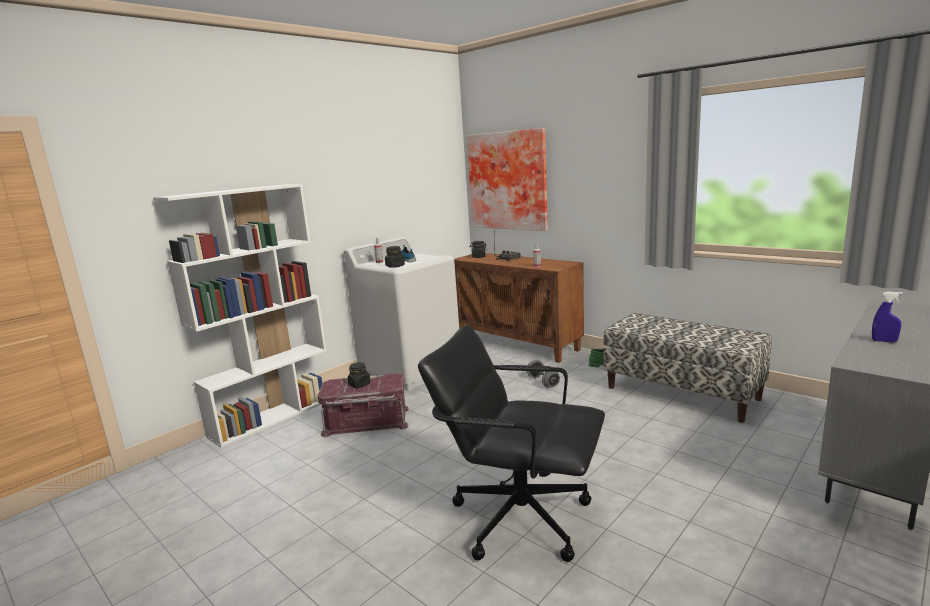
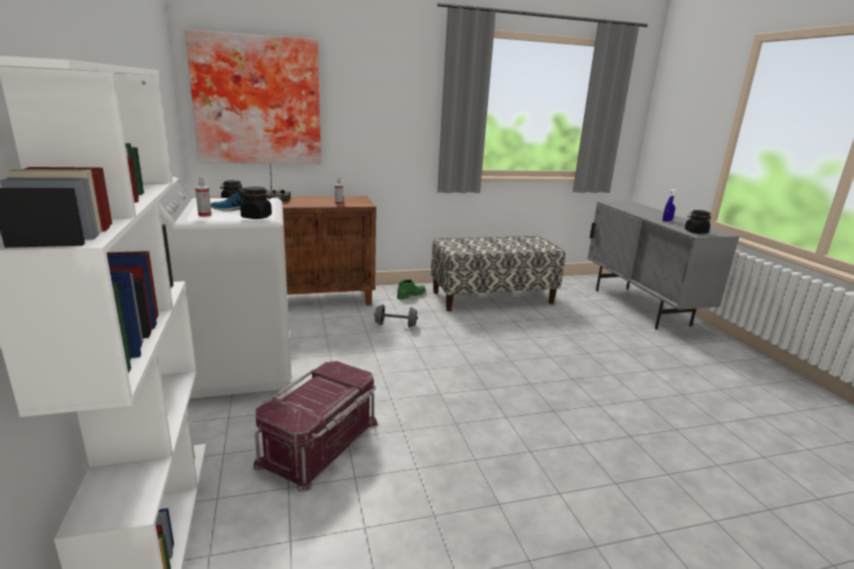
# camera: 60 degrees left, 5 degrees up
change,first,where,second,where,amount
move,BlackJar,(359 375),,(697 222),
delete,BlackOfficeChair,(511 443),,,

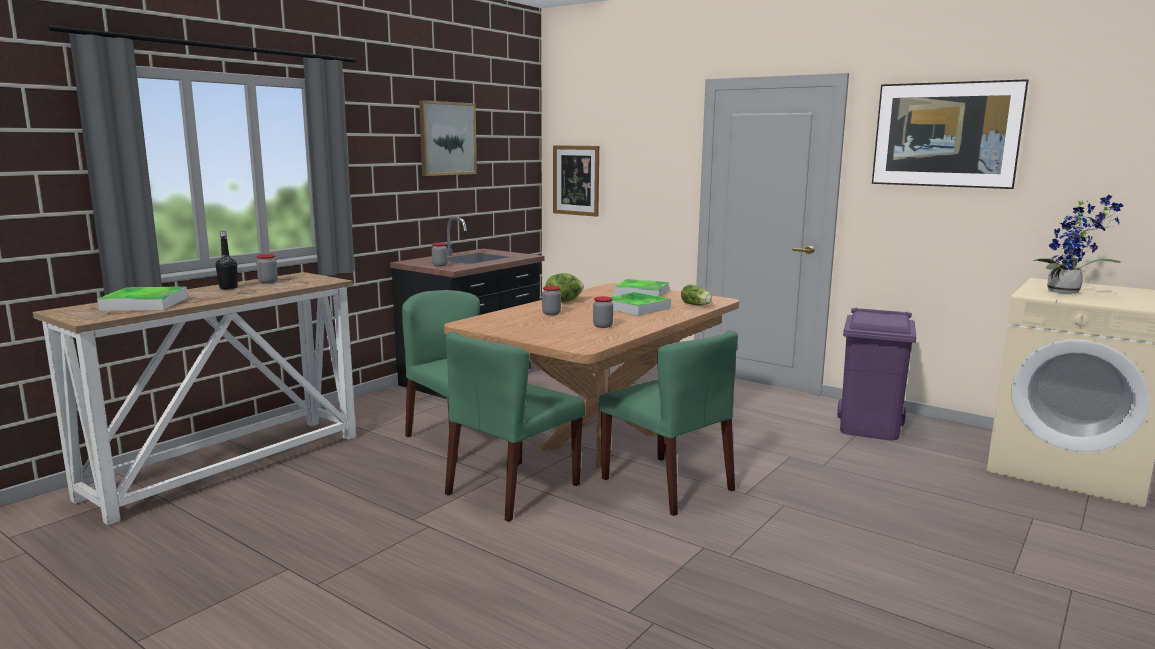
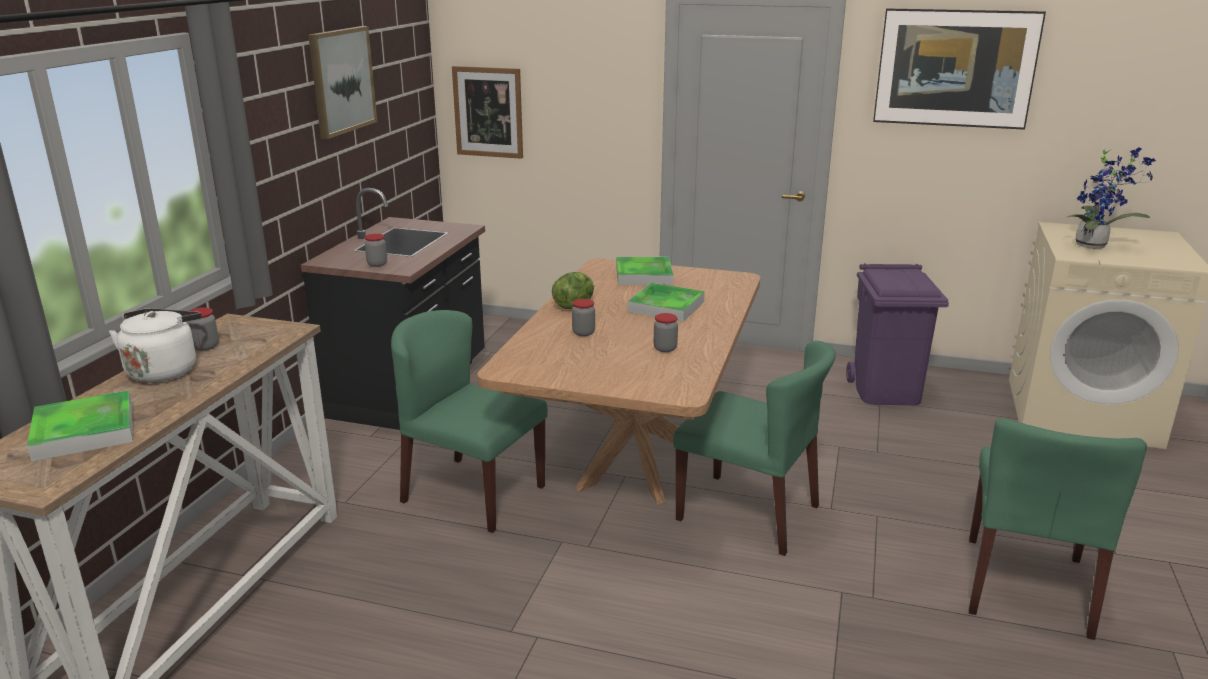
# camera: 20 degrees left, 10 degrees up
change,first,where,second,where,amount
replace,BlackBottle,(226 259),WhiteKettle,(155 345),
move,GreenChair,(515 427),,(1058 529),
delete,Lettuce,(696 295),,,

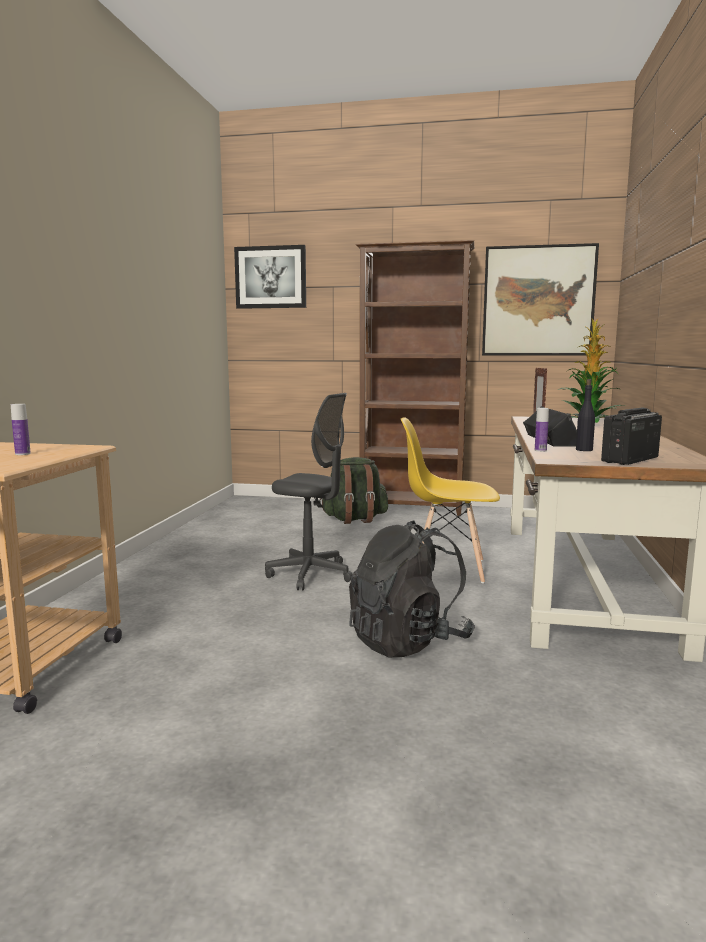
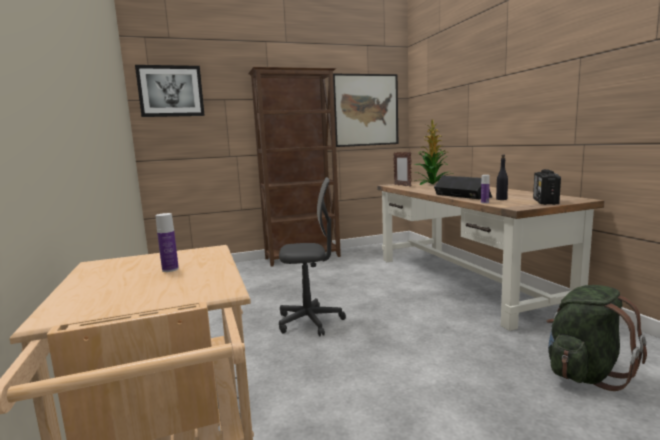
# camera: 30 degrees left, 0 degrees up
change,first,where,second,where,amount
move,GreenBackpack,(354 490),,(597 338),
delete,BlackBackpack,(412 589),,,
delete,YellowChair,(450 500),,,

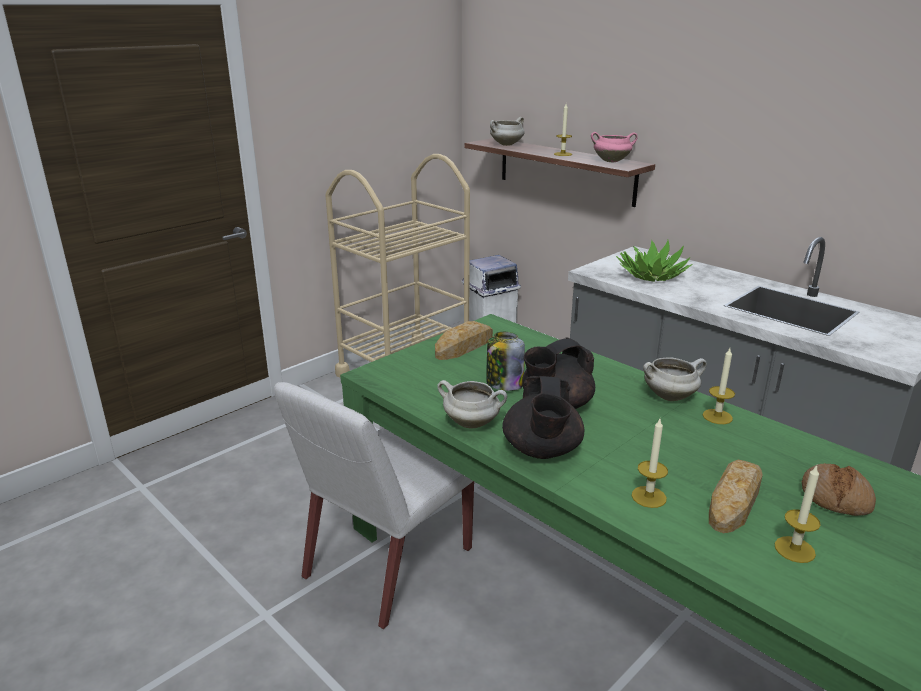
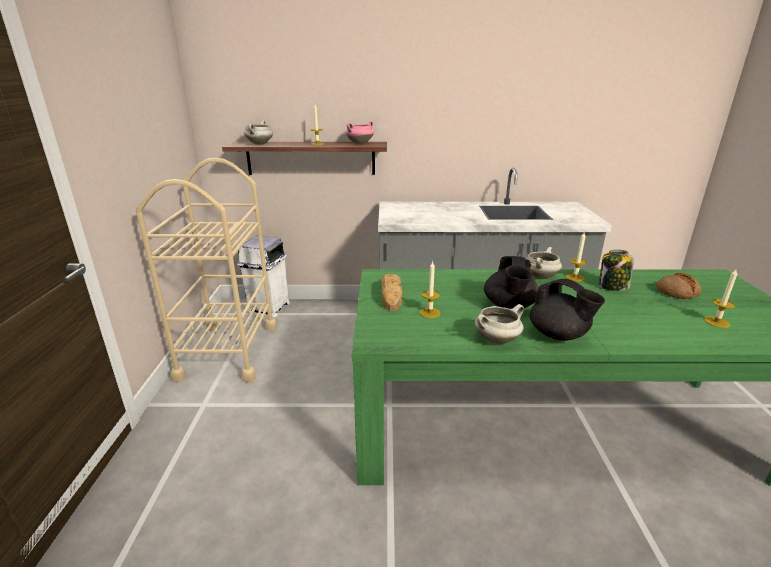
# camera: 45 degrees left, 0 degrees up
change,first,where,second,where,amount
move,Candle,(650 463),,(430 289),
move,Jar,(505 361),,(616 270),
delete,WhiteChair,(374 505),,,
delete,PottedPlant,(654 261),,,
delete,Bread,(736 496),,,

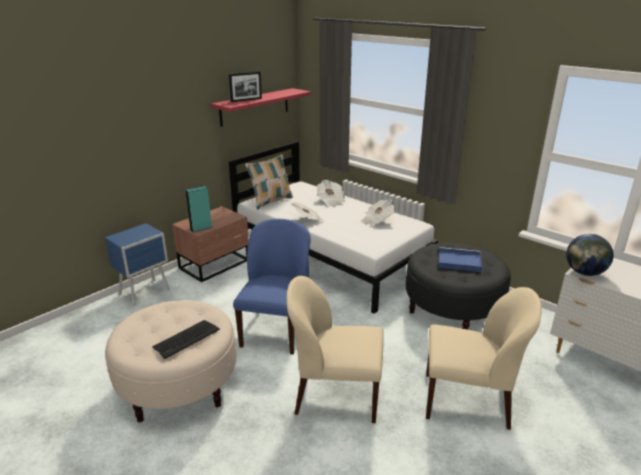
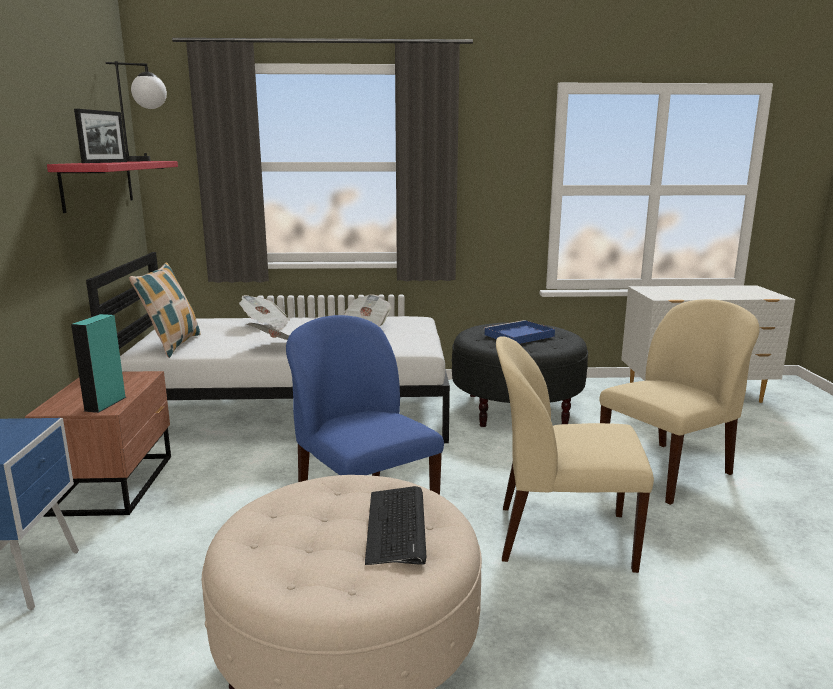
# camera: 45 degrees left, 10 degrees down
change,first,where,second,where,amount
insert,,,TableLamp,(136 111),
rotate,BeigeChair,(335 349),,(575 454),45 degrees clockwise
delete,Globe,(590 255),,,

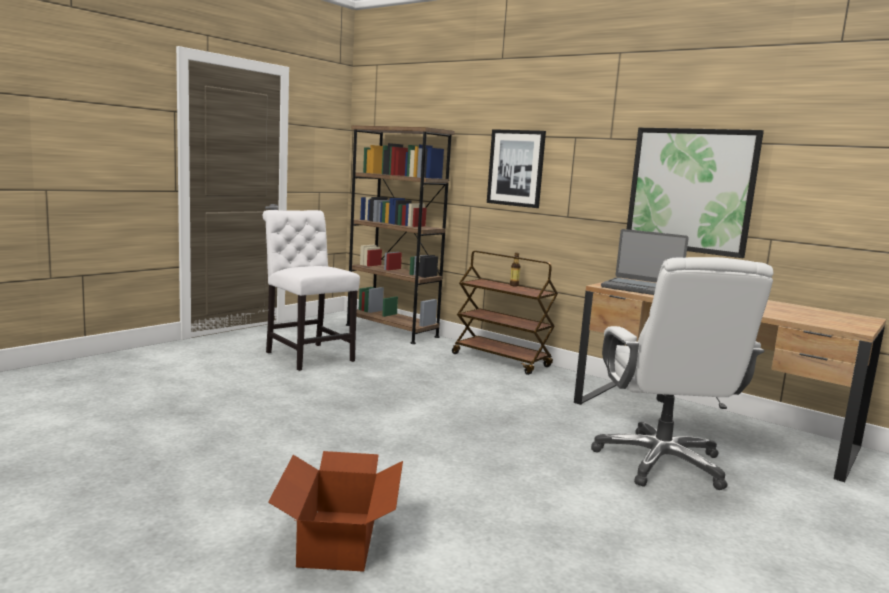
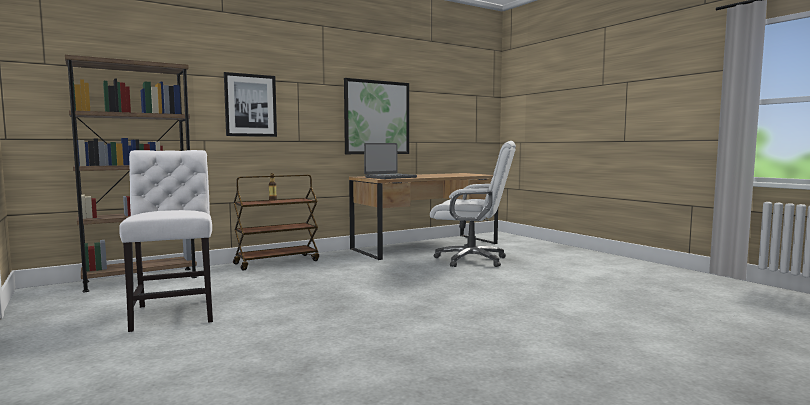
# camera: 70 degrees left, 5 degrees down
change,first,where,second,where,amount
rotate,WhiteChair,(311 290),,(166 241),90 degrees clockwise
delete,CardboardBox,(335 511),,,

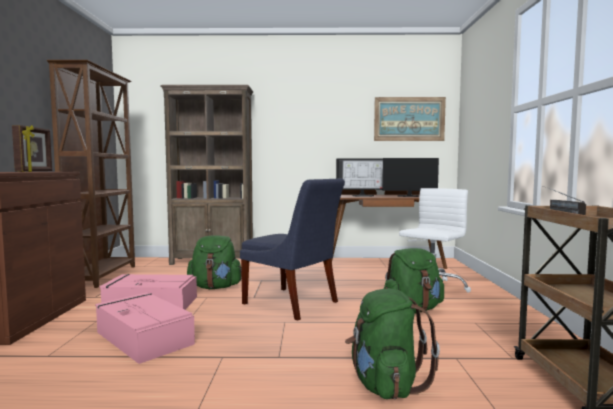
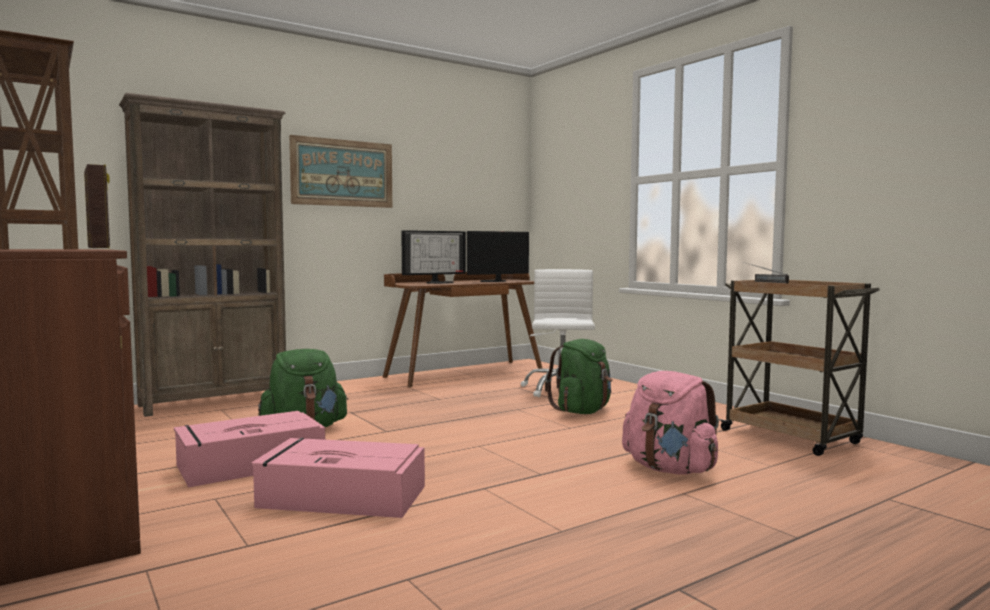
# camera: 35 degrees left, 0 degrees up
change,first,where,second,where,amount
move,Picture,(410 119),,(340 171),
recolor,GreenBackpack,(392 344),PinkBackpack,(670 423),
delete,BlueChair,(292 249),,,

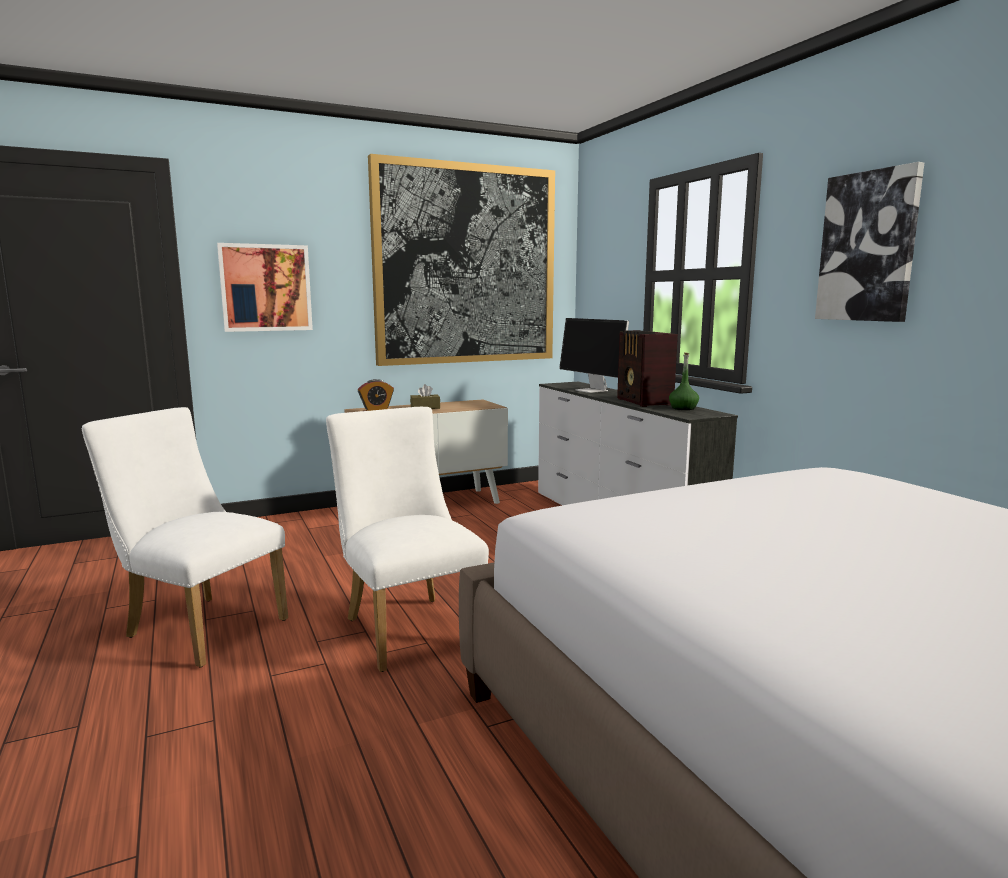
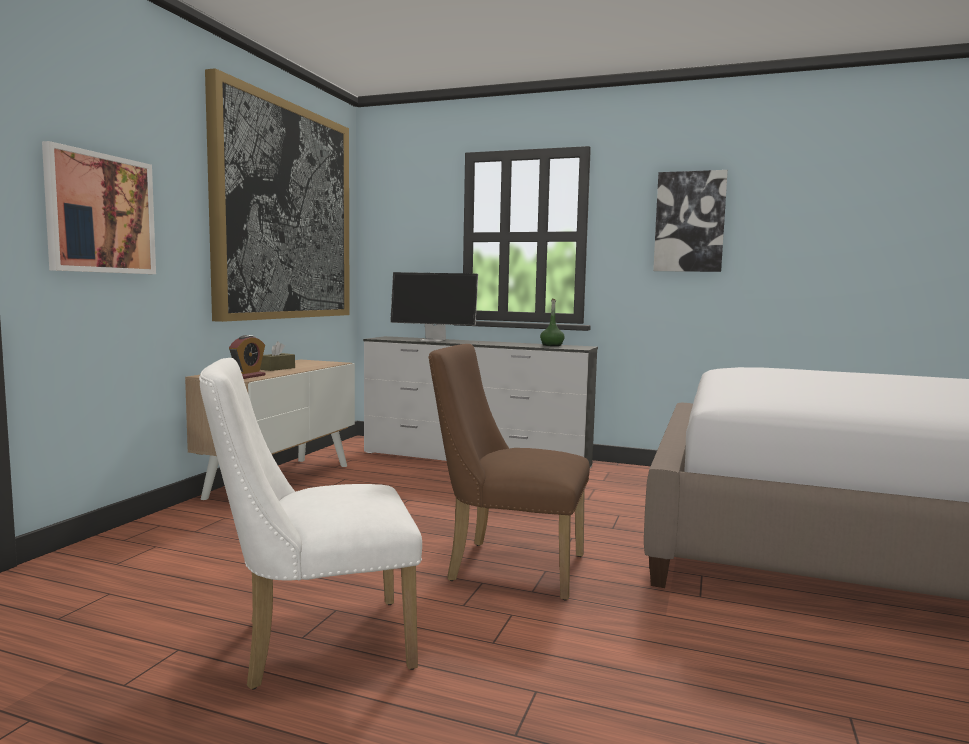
# camera: 45 degrees left, 5 degrees down
change,first,where,second,where,amount
recolor,WhiteChair,(407 539),BrownChair,(509 472),
delete,Radio,(647 368),,,

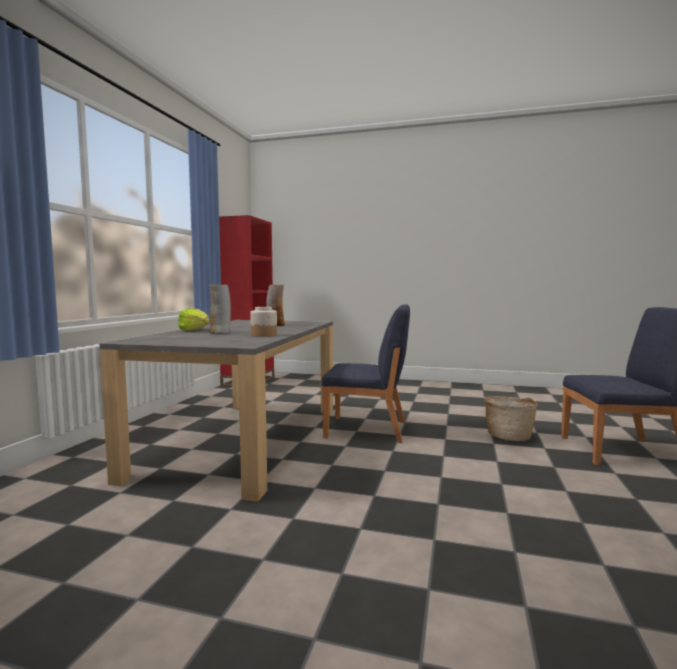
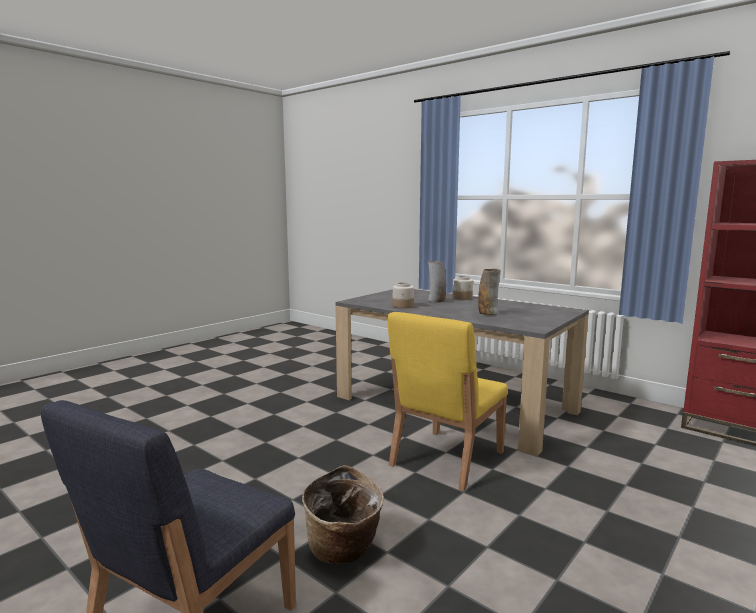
# camera: 115 degrees right, 5 degrees up
change,first,where,second,where,amount
recolor,BlueChair,(366 373),YellowChair,(447 401),
replace,Lettuce,(194 319),Jar,(463 288),

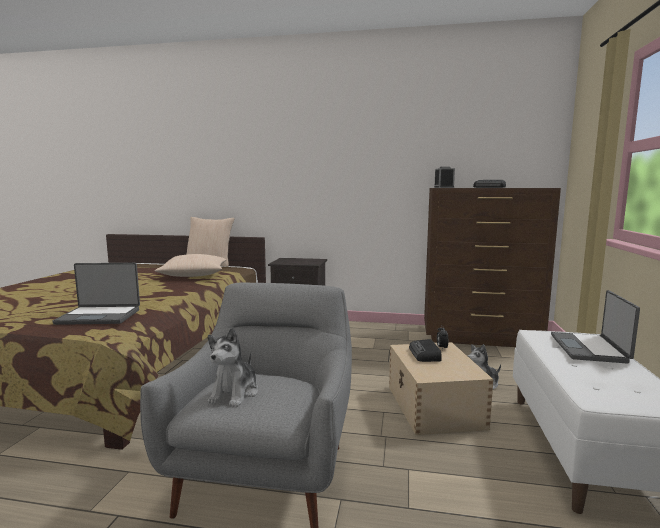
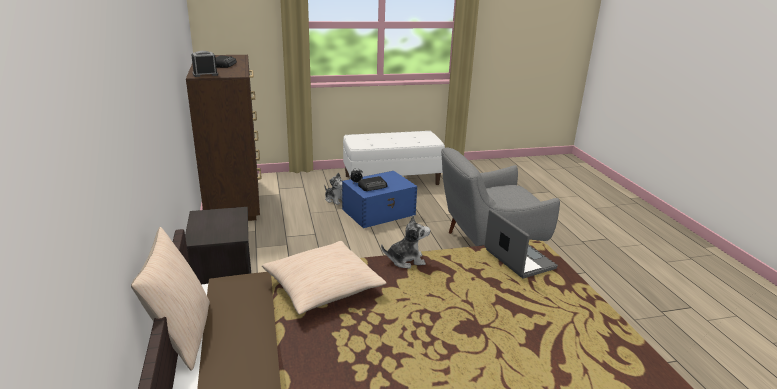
# camera: 115 degrees left, 15 degrees up
change,first,where,second,where,amount
recolor,BeigeStorageBox,(441 388),BlueStorageBox,(379 199),
move,PlushToy,(233 367),,(405 242),
delete,Laptop,(595 327),,,

